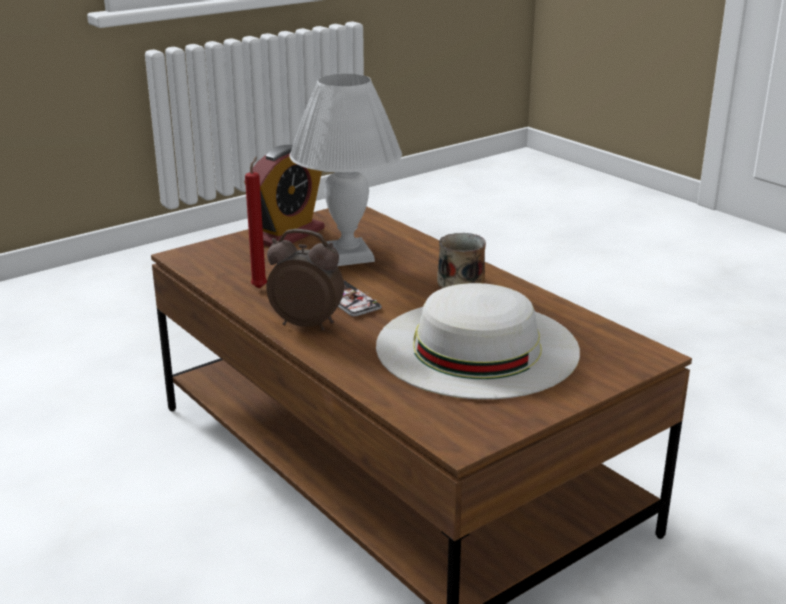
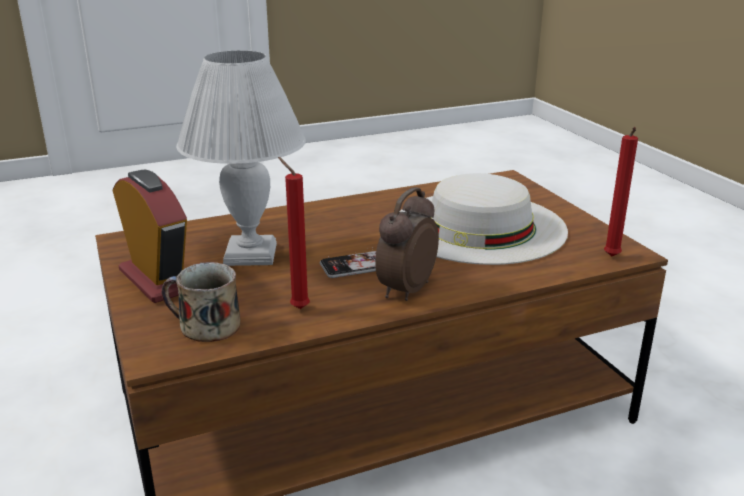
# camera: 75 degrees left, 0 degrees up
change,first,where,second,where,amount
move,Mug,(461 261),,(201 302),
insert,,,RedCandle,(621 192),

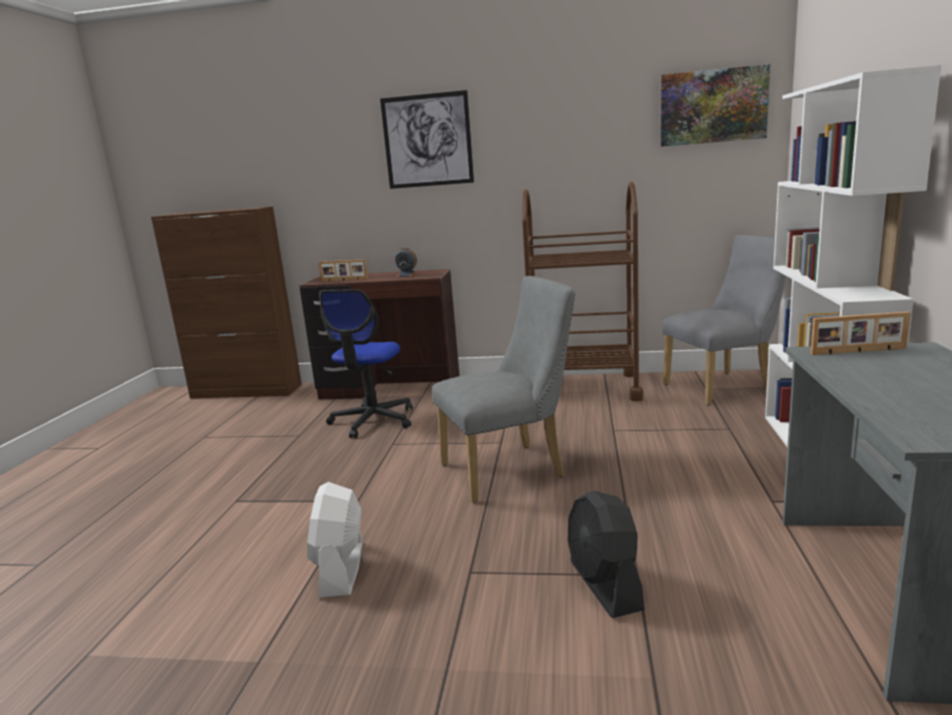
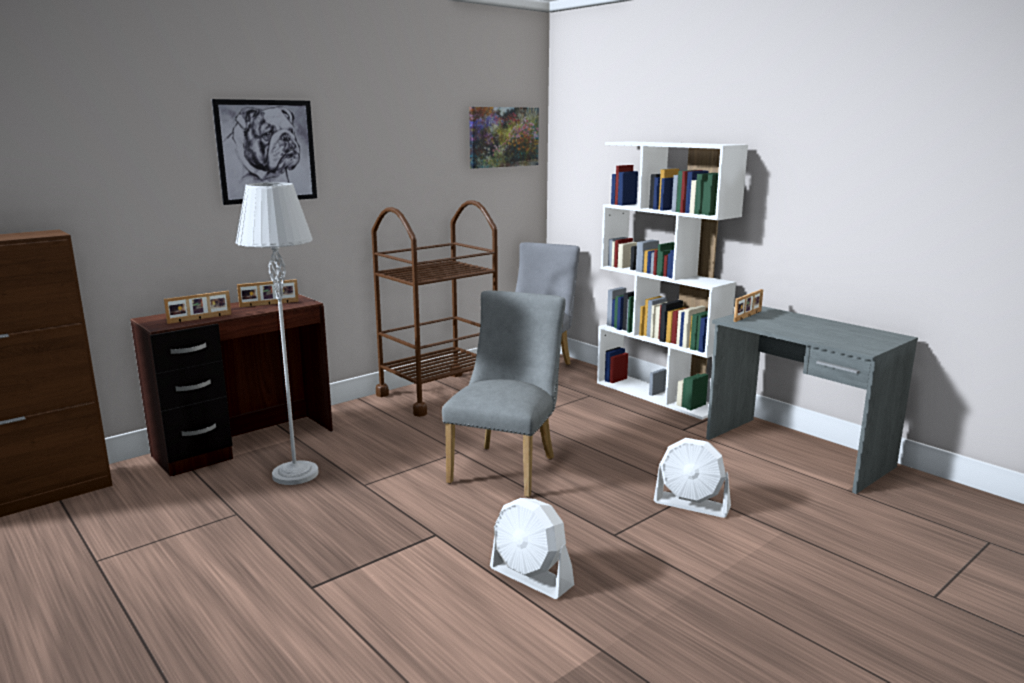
# camera: 50 degrees left, 0 degrees up
change,first,where,second,where,amount
replace,OfficeChair,(366 363),GreyFloorLamp,(276 333),
replace,AlarmClock,(407 262),PictureFrame,(268 293),
recolor,BlackFan,(606 554),WhiteFan,(692 478),

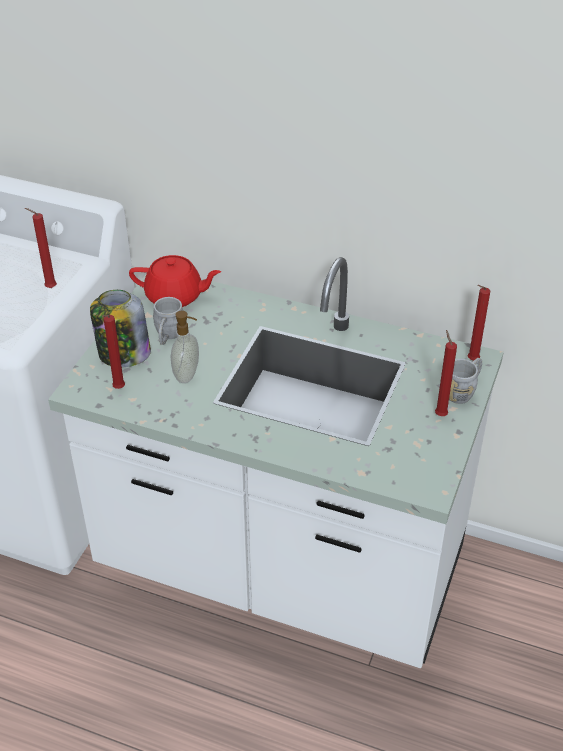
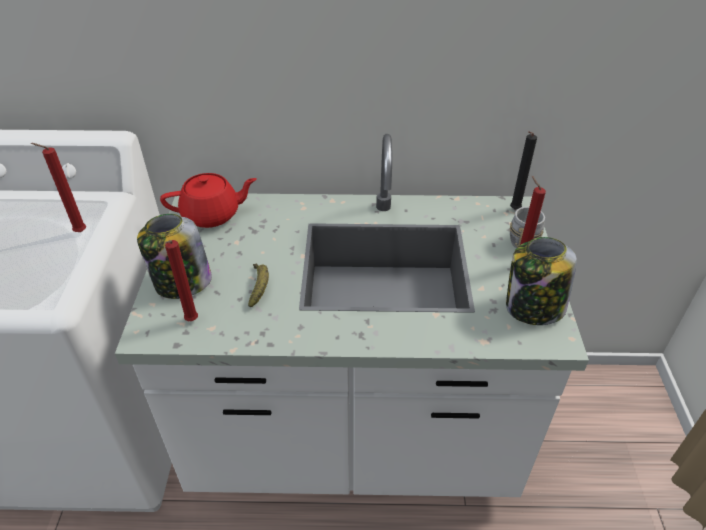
# camera: 20 degrees left, 0 degrees up
change,first,where,second,where,amount
replace,SoapDispenser,(185 347),Banana,(258 285),
insert,,,Jar,(541 281),
recolor,RedCandle,(479 322),BlackCandle,(523 170),
delete,GreyMug,(168 321),,,

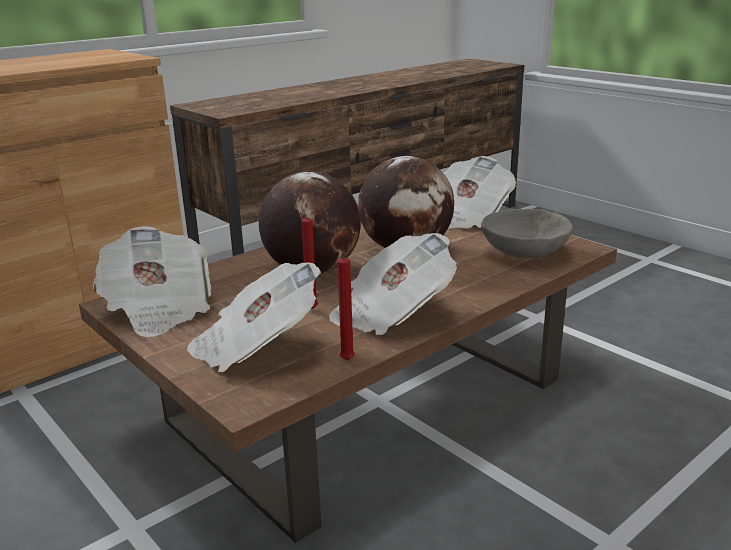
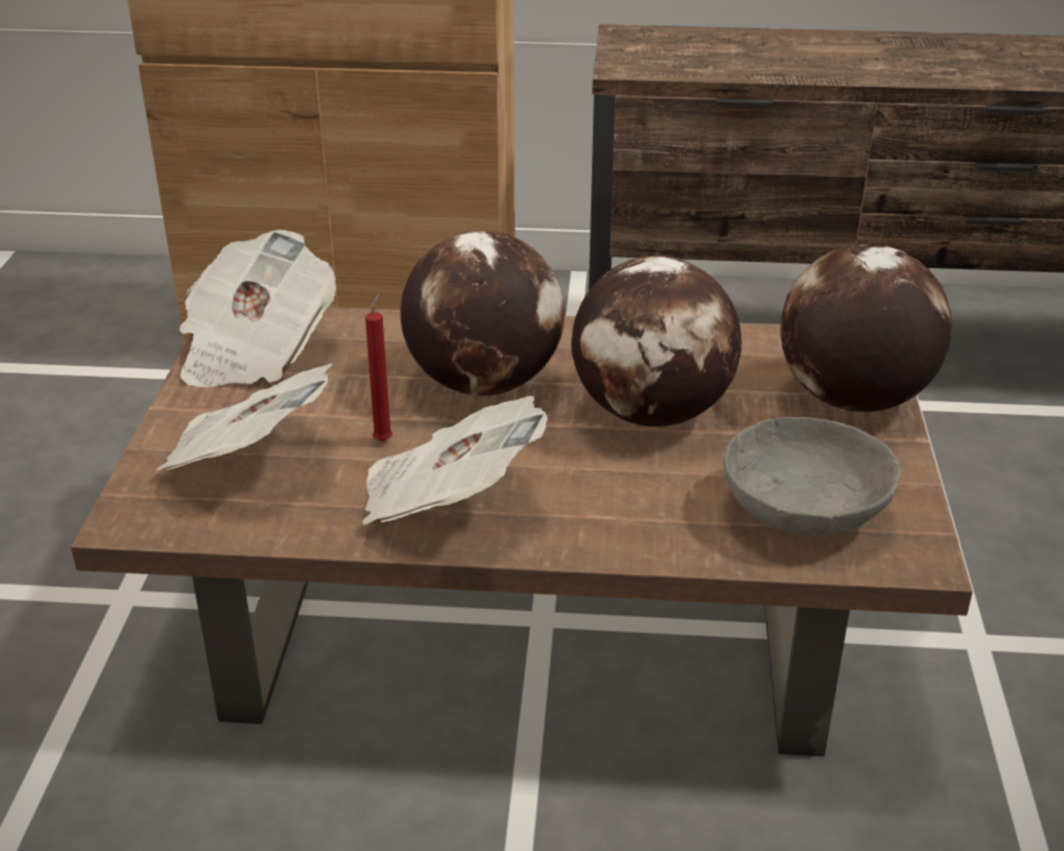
# camera: 45 degrees right, 10 degrees up
change,first,where,second,where,amount
replace,Newspaper,(480 192),Globe,(866 328),
delete,RedCandle,(346 306),,,

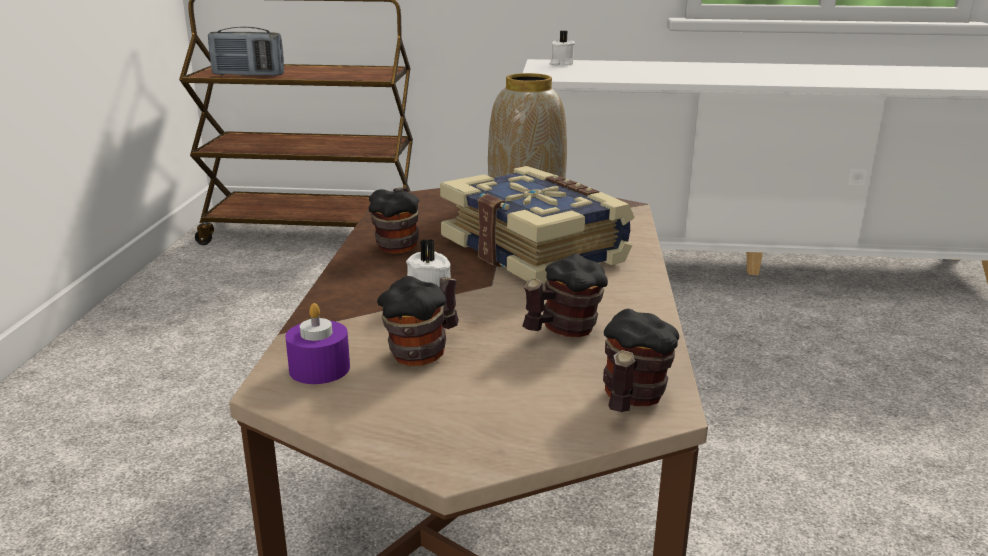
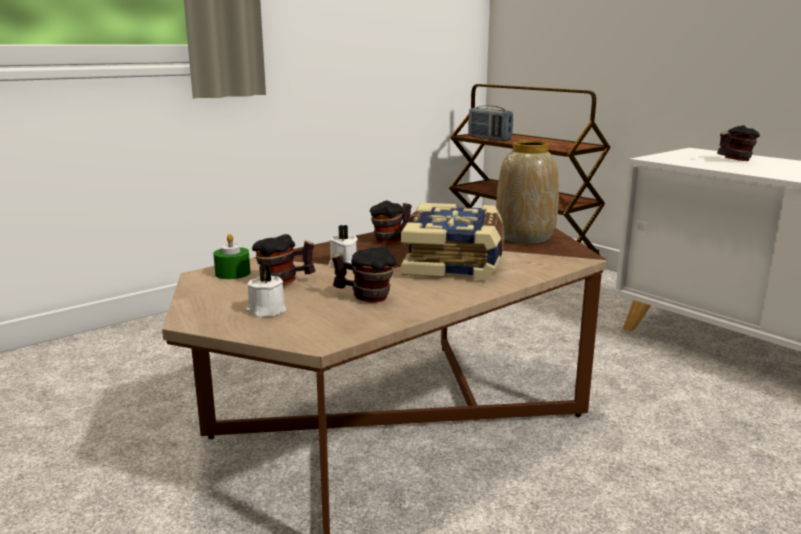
# camera: 45 degrees right, 5 degrees down
change,first,where,second,where,amount
recolor,PurpleCandle,(317 343),GreenCandle,(231 256),
move,WhiteCandle,(562 48),,(266 290),
move,Mug,(641 360),,(738 143),

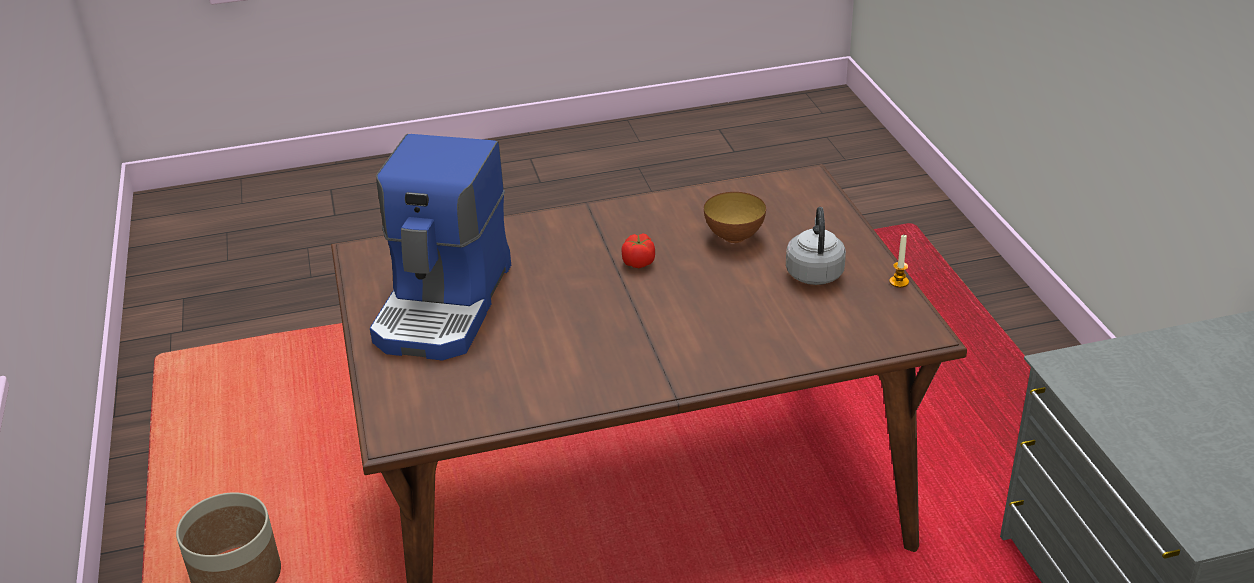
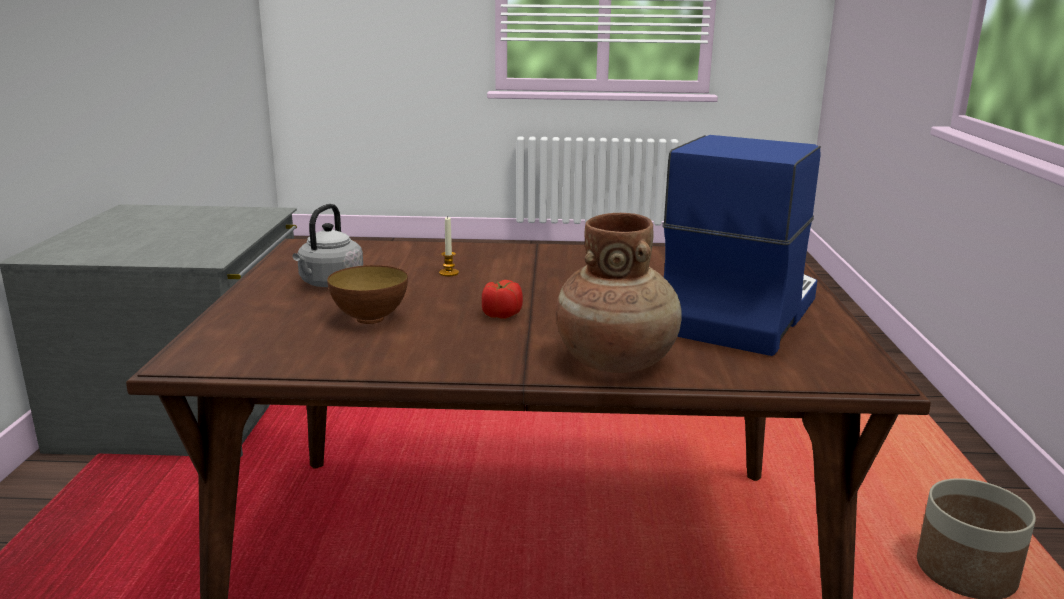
# camera: 165 degrees left, 15 degrees down
change,first,where,second,where,amount
move,Candle,(899 261),,(449 246),
insert,,,BrownVase,(618 293),

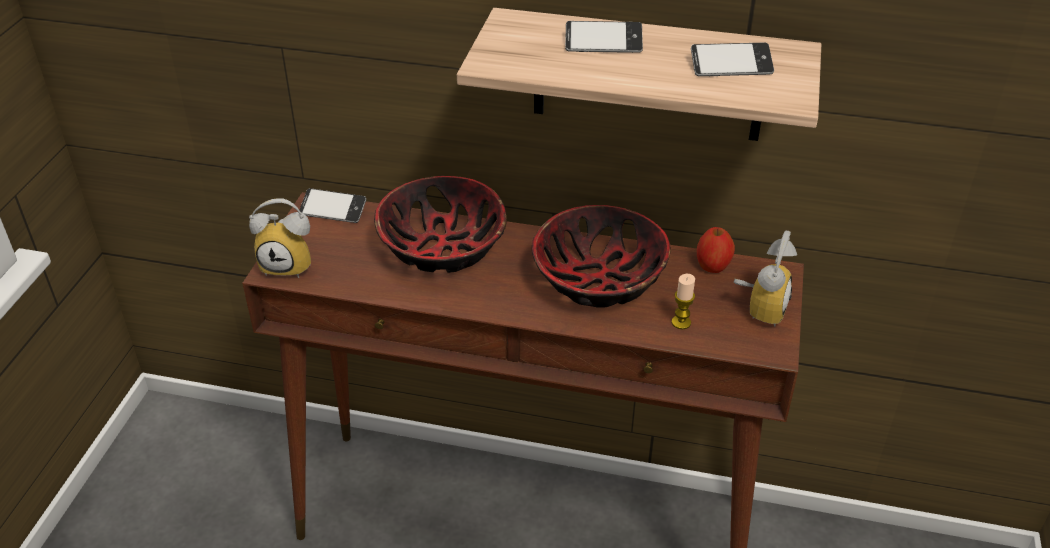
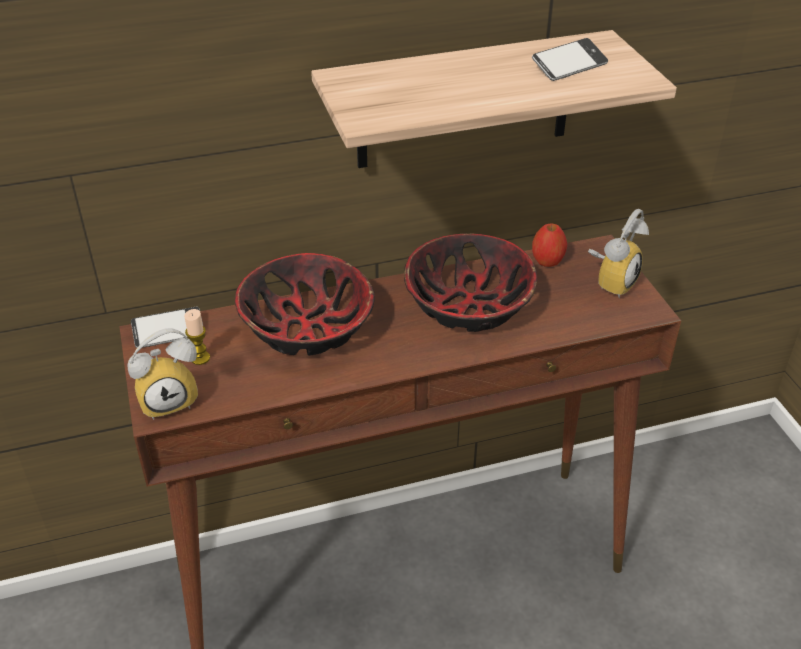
# camera: 30 degrees left, 0 degrees up
change,first,where,second,where,amount
move,Candle,(683 302),,(197 337),
rotate,AlarmClock,(765 279),,(618 253),45 degrees clockwise
delete,Phone,(604 37),,,

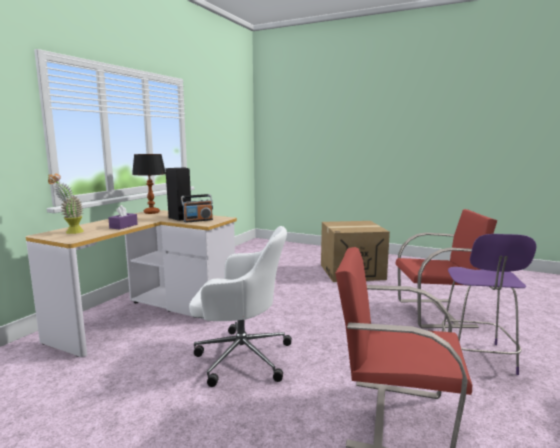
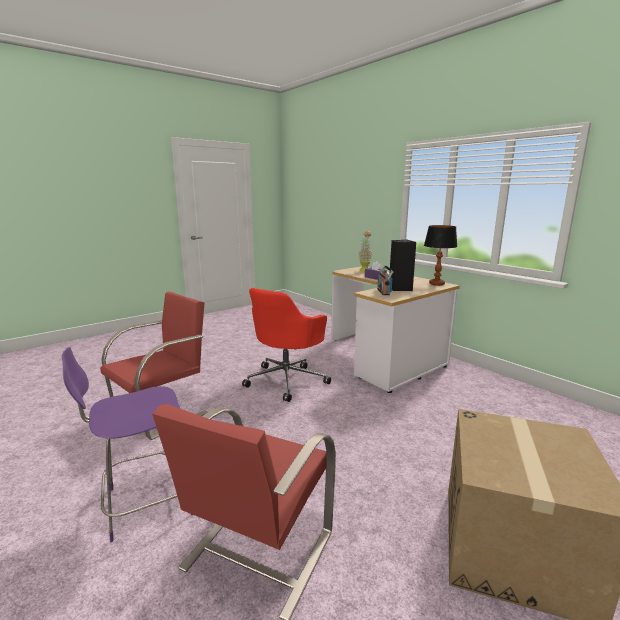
# camera: 115 degrees right, 5 degrees up
change,first,where,second,where,amount
rotate,PurpleChair,(489 304),,(127 444),60 degrees counterclockwise
recolor,WhiteOfficeChair,(240 306),RedOfficeChair,(286 345),

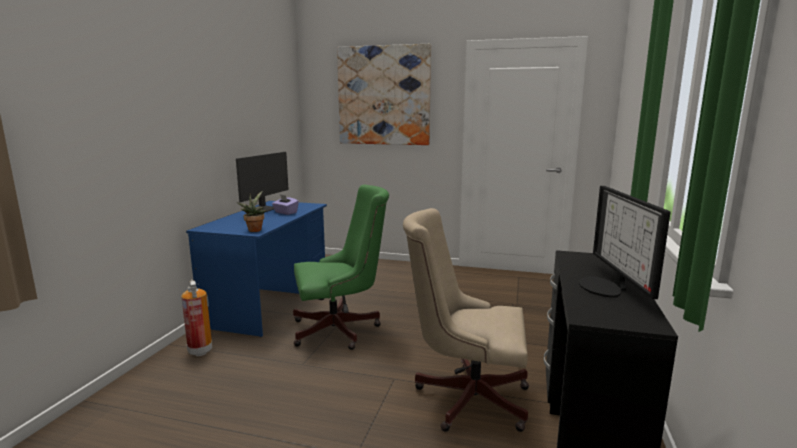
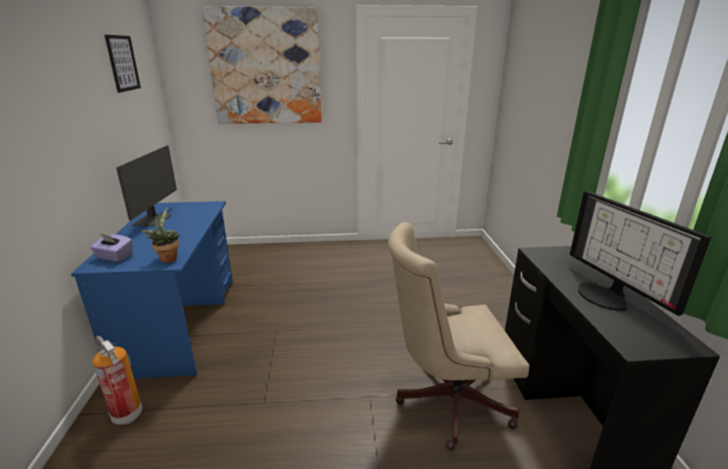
# camera: 20 degrees left, 10 degrees up
change,first,where,second,where,amount
move,PurpleTissueBox,(285 205),,(111 248),
insert,,,Picture,(123 64),
delete,GreenOfficeChair,(341 267),,,

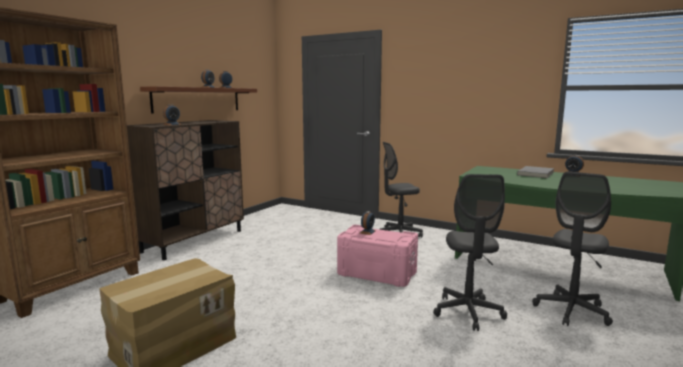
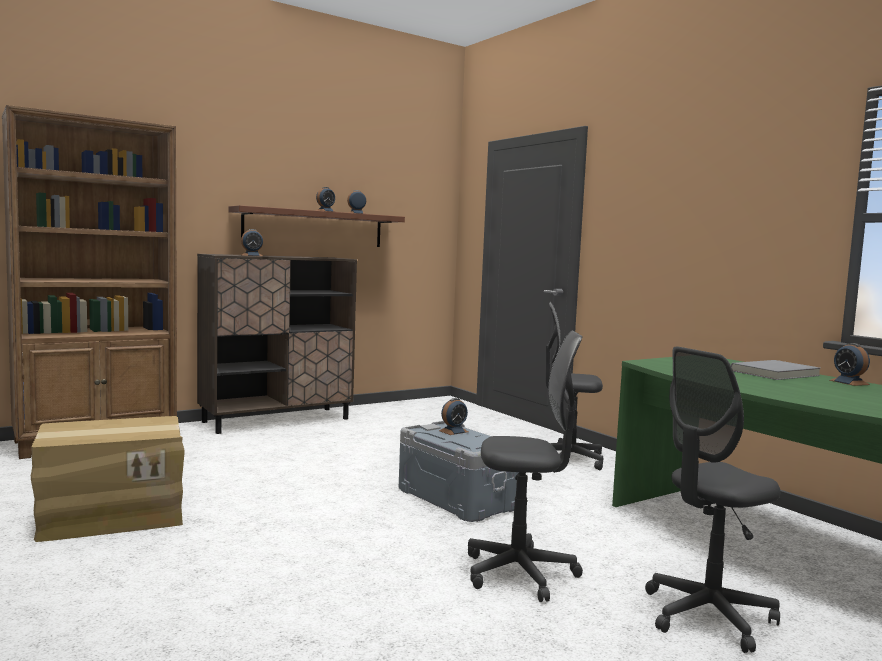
# camera: 25 degrees right, 5 degrees down
change,first,where,second,where,amount
recolor,PinkStorageBox,(377 256),GreyStorageBox,(459 471),
rotate,GreyOfficeChair,(470 252),,(525 466),120 degrees counterclockwise

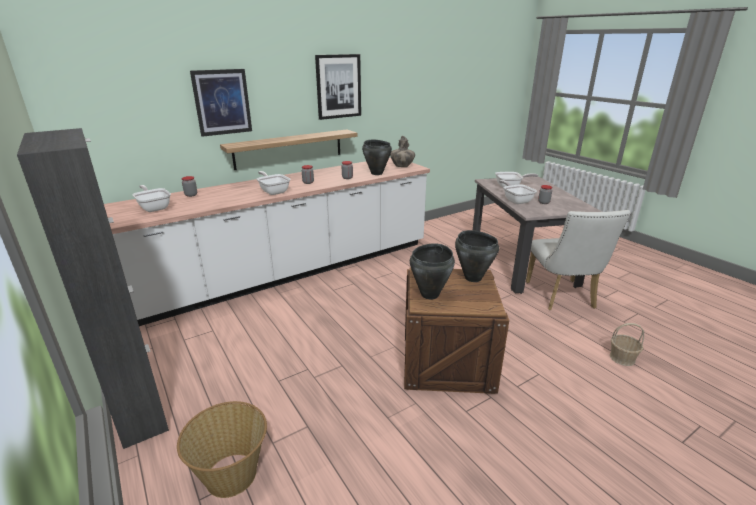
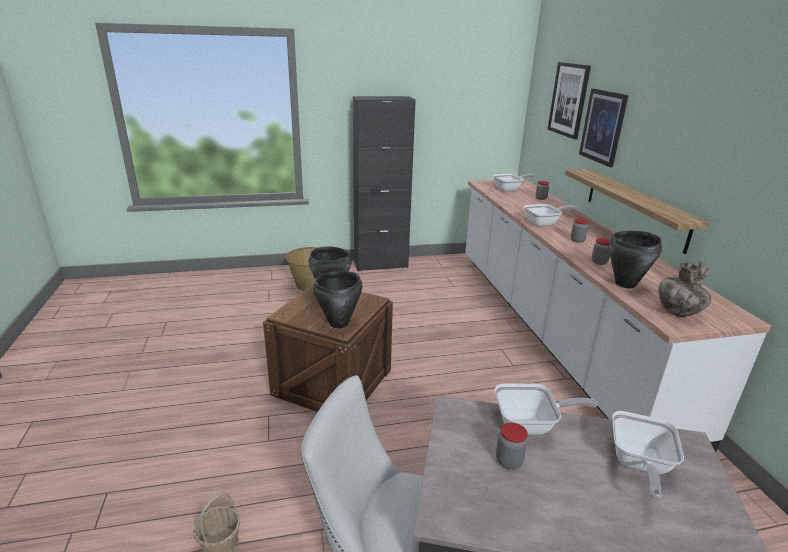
# camera: 110 degrees right, 0 degrees up
change,first,where,second,where,amount
move,Picture,(338 87),,(569 100),

